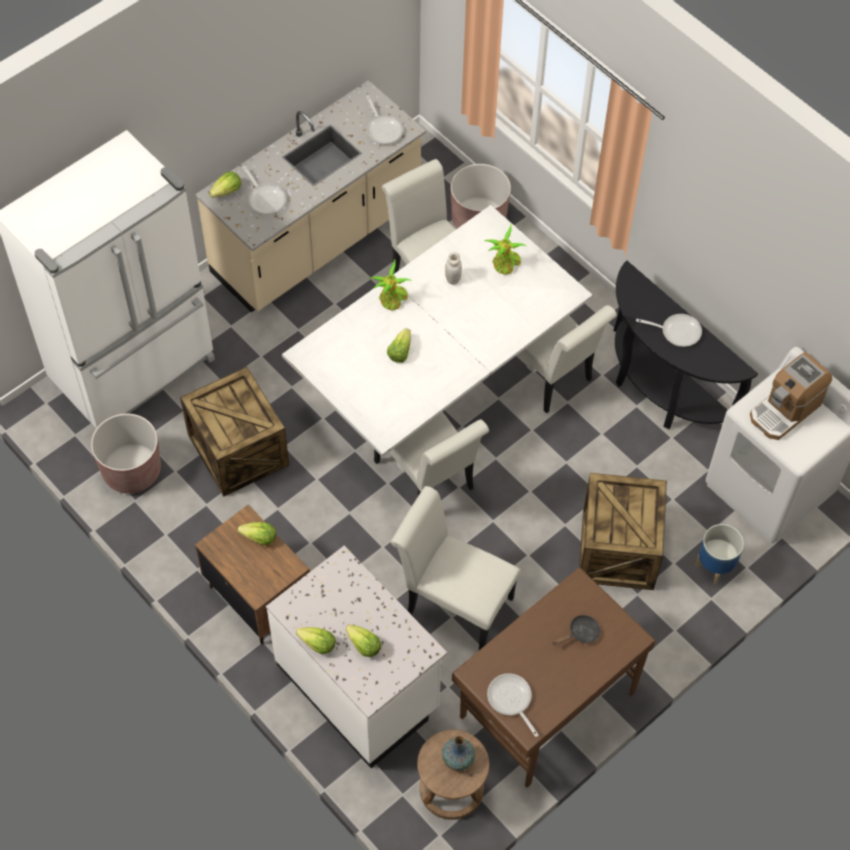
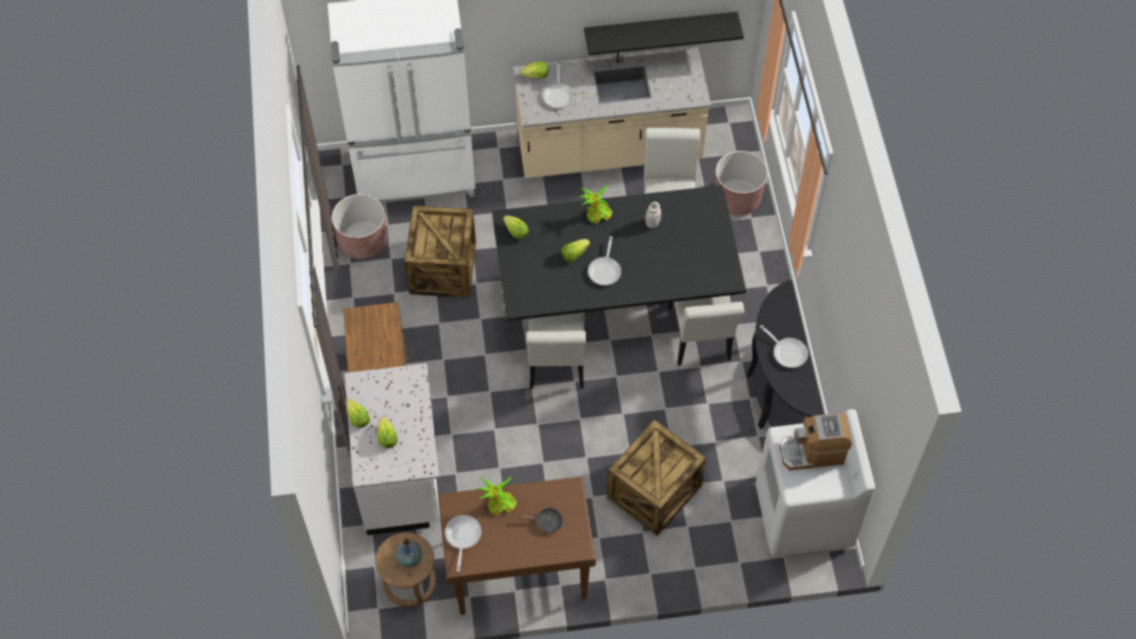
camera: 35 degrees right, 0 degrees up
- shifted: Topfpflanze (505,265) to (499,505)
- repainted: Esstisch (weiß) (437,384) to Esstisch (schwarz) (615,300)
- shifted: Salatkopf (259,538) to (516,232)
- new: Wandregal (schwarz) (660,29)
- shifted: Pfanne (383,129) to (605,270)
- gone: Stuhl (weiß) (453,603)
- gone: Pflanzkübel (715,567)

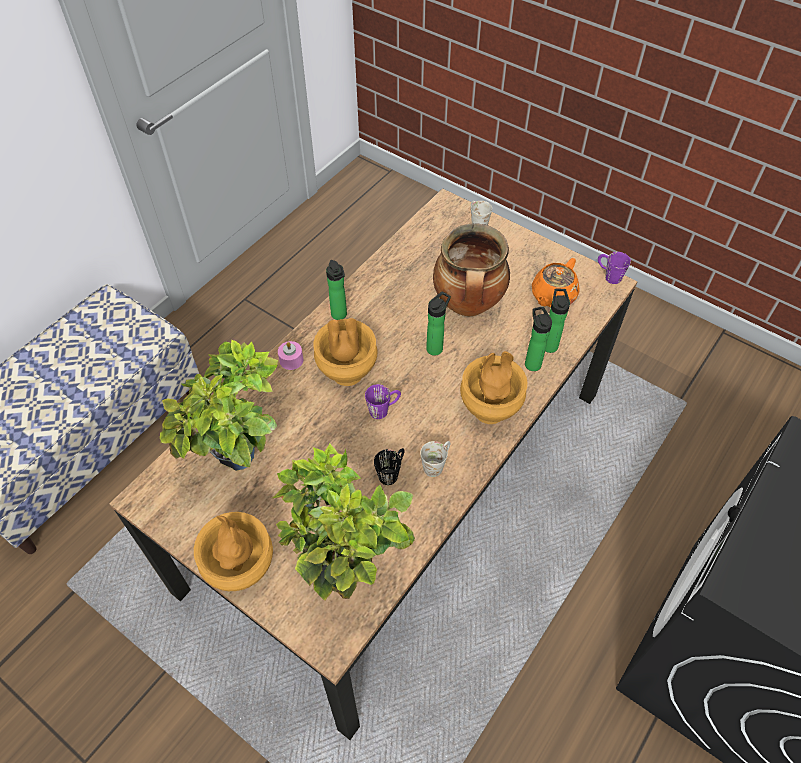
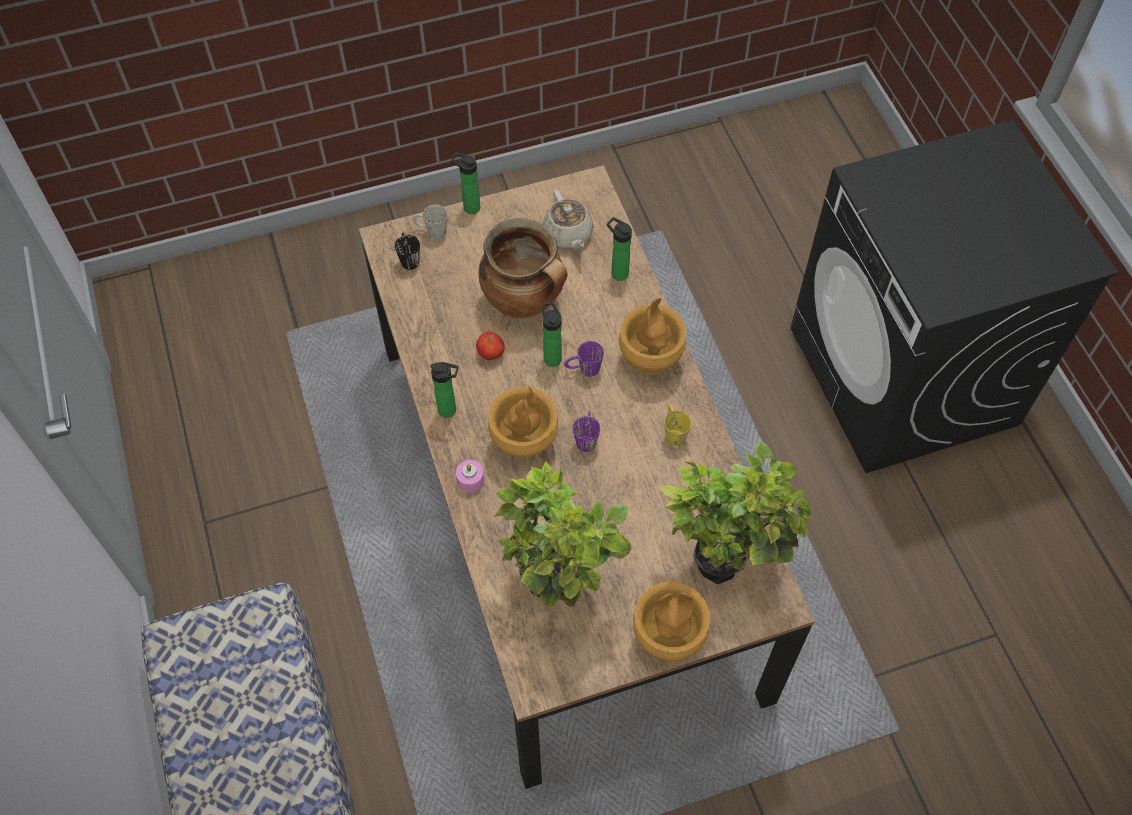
camera: 55 degrees left, 5 degrees up
- shifted: Henkelbecher (schwarz) (391,472) to (408,258)
- shifted: Flasche (532,362) to (469,207)
- new: Tomate (490,353)
- repainted: Teekanne (orange) (552,296) to Teekanne (beige) (568,234)
- shifted: Henkelbecher (lila) (608,275) to (583,370)
- repainted: Henkelbecher (weiß) (436,464) to Henkelbecher (gelb) (673,432)

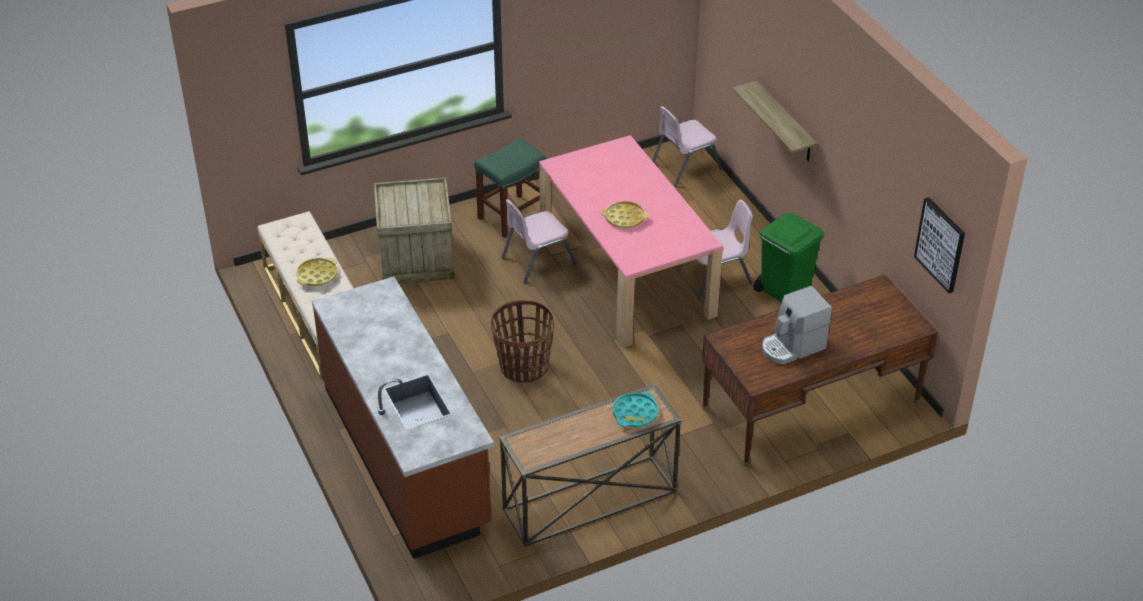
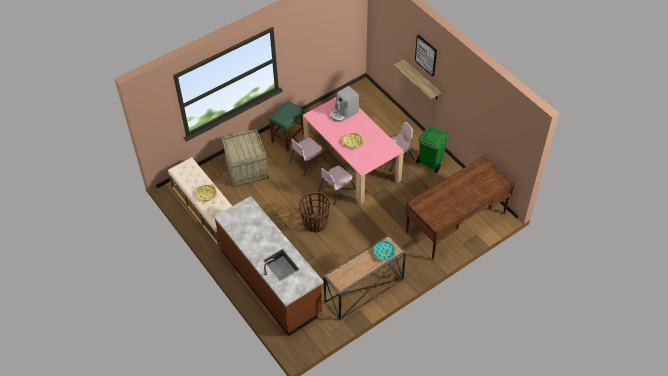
camera: 10 degrees left, 10 degrees up
- shifted: Stuhl (rosa) (685,166) to (336,190)
- shifted: Kaffeemaschine (792,347) to (343,113)
- shifted: Bild (941,244) to (426,55)

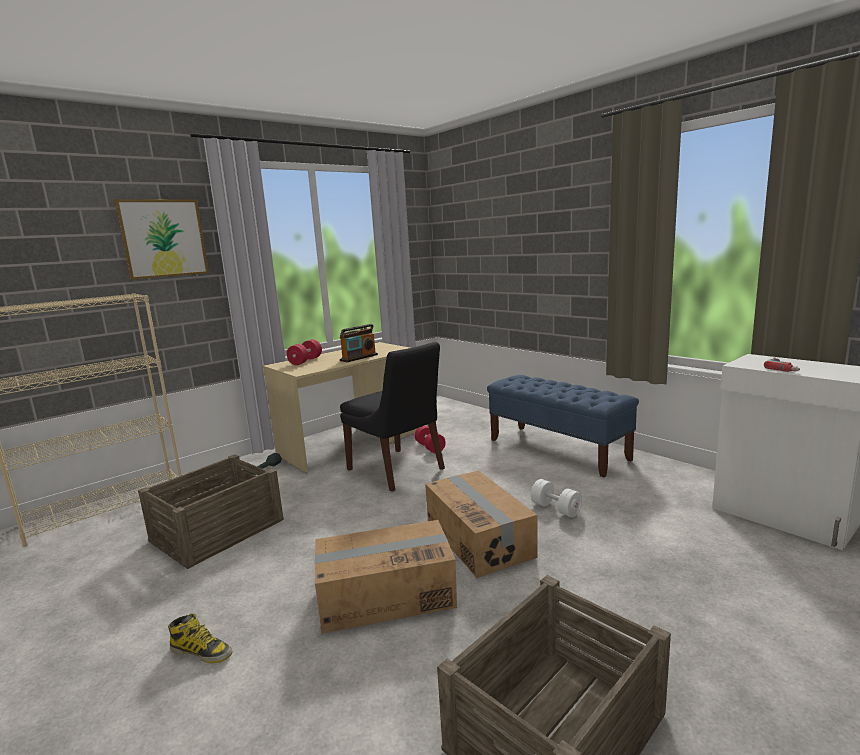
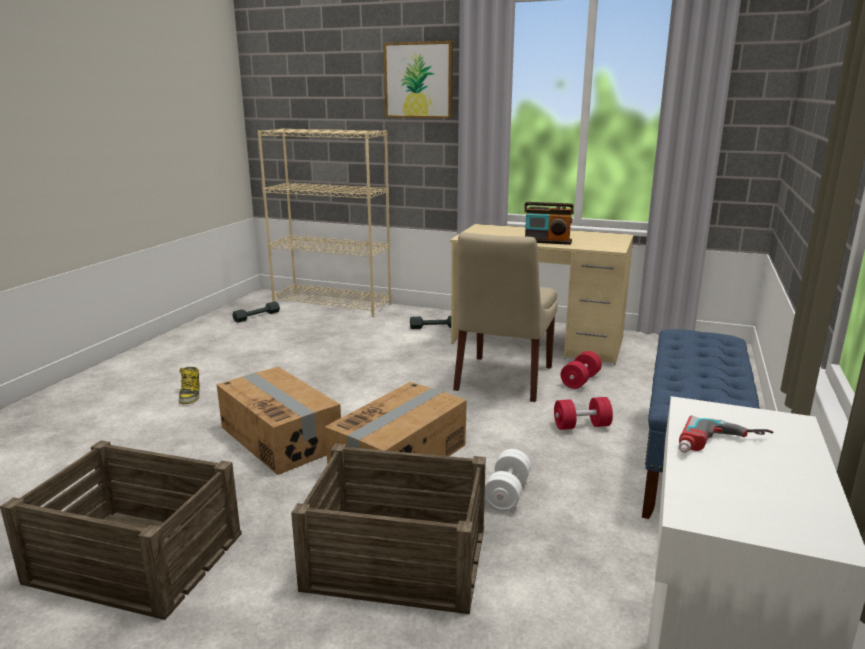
camera: 60 degrees right, 5 degrees up
- new: Hantel (grau) (256,316)
- shifted: Kiste (218,530) to (397,559)
- repainted: Stuhl (schwarz) (397,470) to Stuhl (beige) (503,380)
- shifted: Hantel (rot) (305,361) to (581,426)

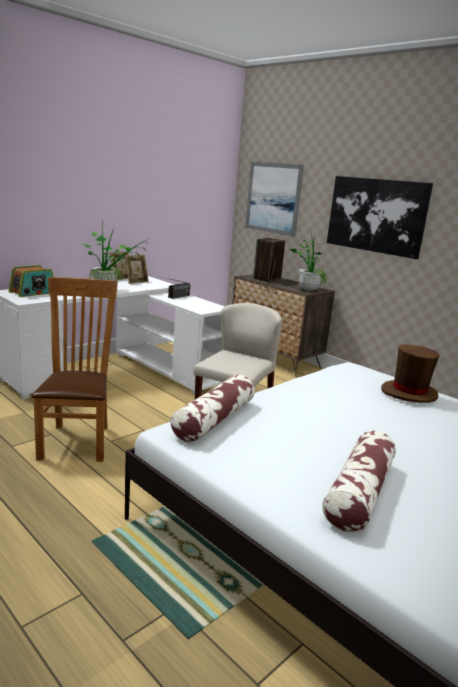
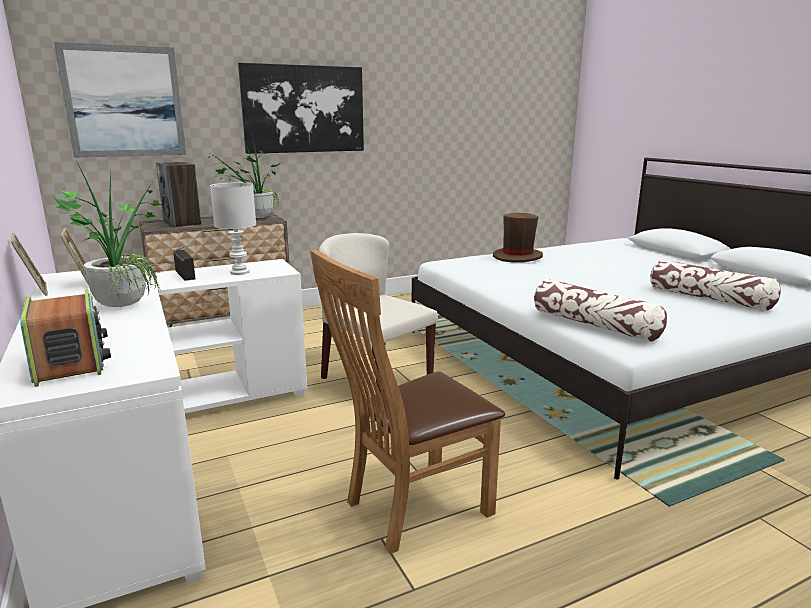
camera: 70 degrees left, 0 degrees up
- new: Tischlampe (weiß) (240,272)
- rotated: Stuhl (braun) (77,440) = (410,508) 45 degrees counterclockwise

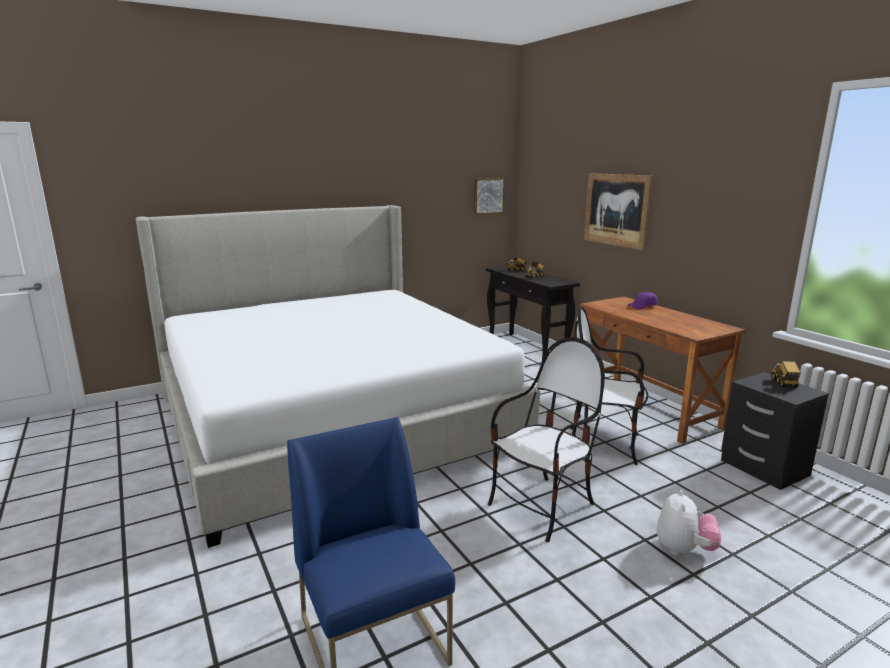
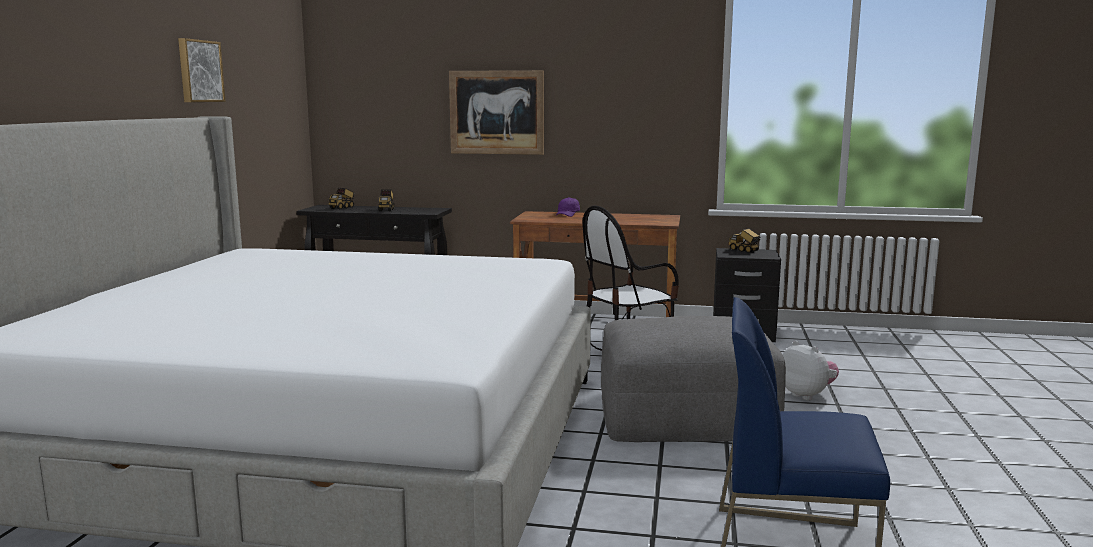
camera: 50 degrees left, 5 degrees down
- shifted: Bild (488,196) to (199,71)
- swapped: Stuhl (543,507) to Polsterhocker (grau) (685,414)

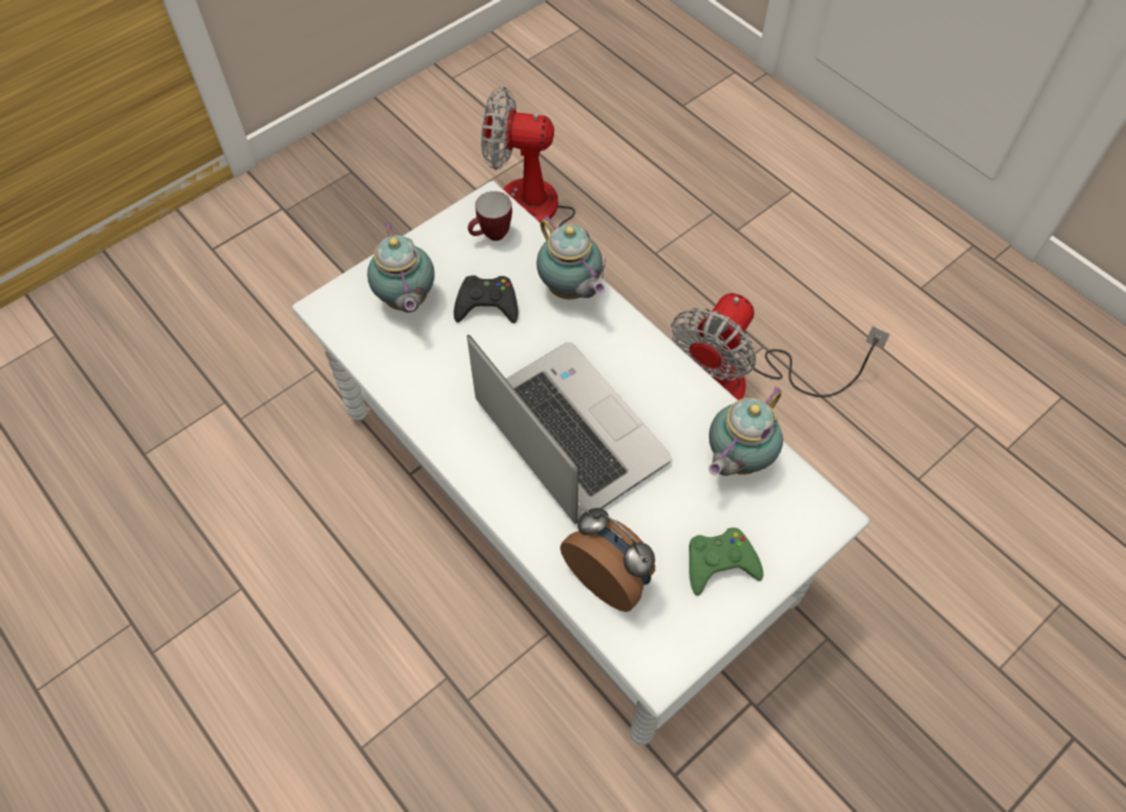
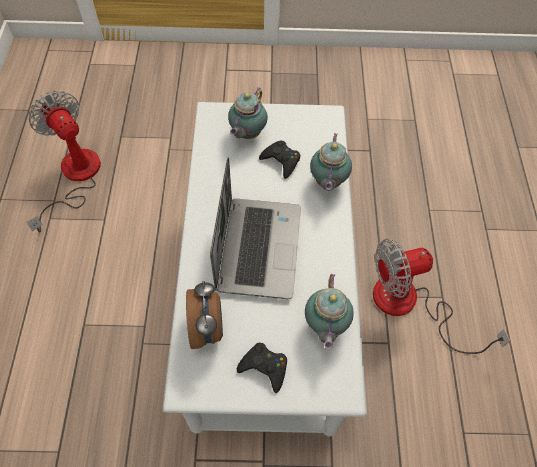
camera: 40 degrees right, 0 degrees up
- shifted: Ventilator (539,219) to (75,177)
- repainted: Gamepad (grün) (720,563) to Gamepad (schwarz) (264,367)
- rotated: Teekanne (736,460) = (325,325) 75 degrees counterclockwise
- gone: Henkelbecher (491,236)

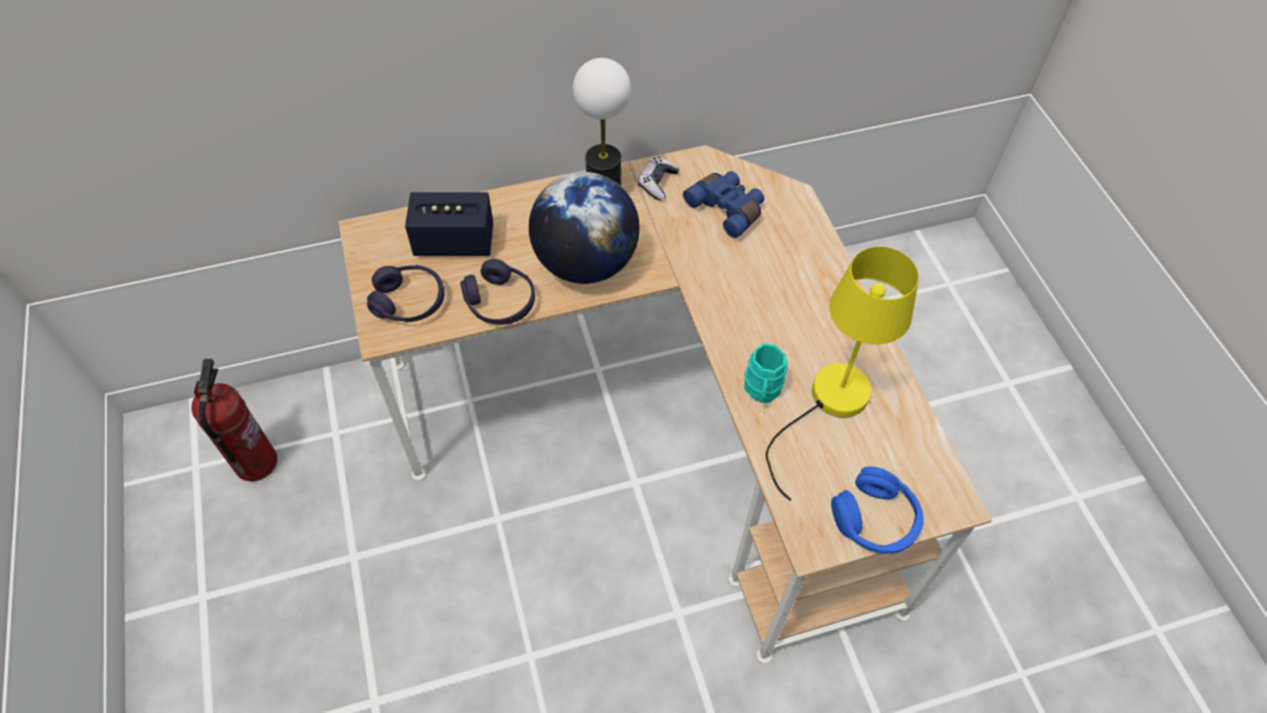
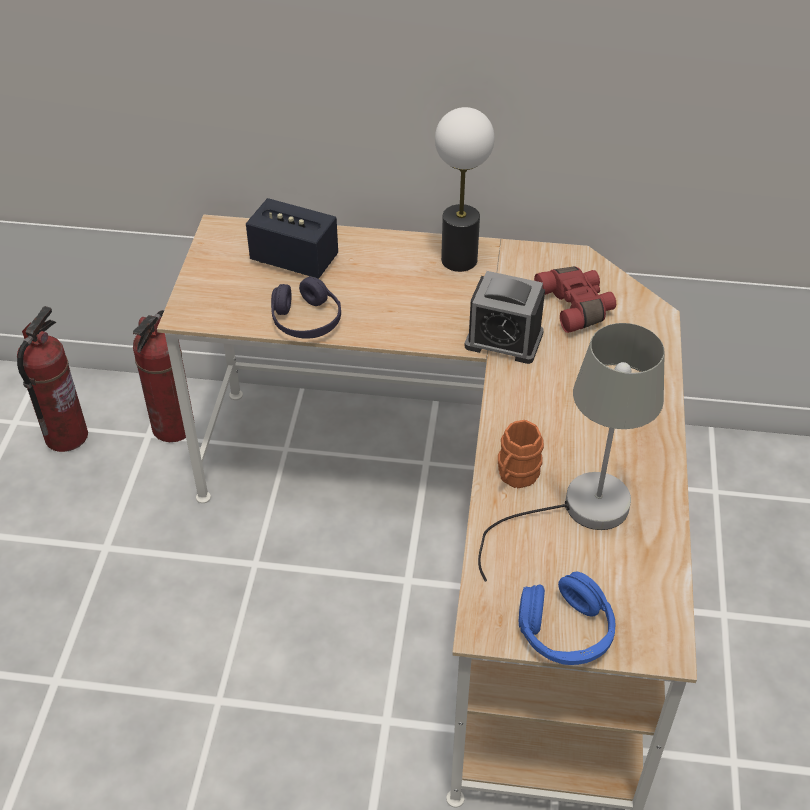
camera: 25 degrees right, 10 degrees down
- new: Feuerlöscher (174,428)
- new: Wecker (504,340)
- repainted: Tischlampe (gelb) (828,405) to Tischlampe (grau) (578,511)
- repainted: Henkelbecher (türkis) (761,391) to Henkelbecher (orange) (515,475)
- repainted: Fernglas (blau) (727,208) to Fernglas (rot) (577,306)
- gone: Kopfhörer (lila) (409,301)
- gone: Globus (585,263)
- gone: Gamepad (657,183)

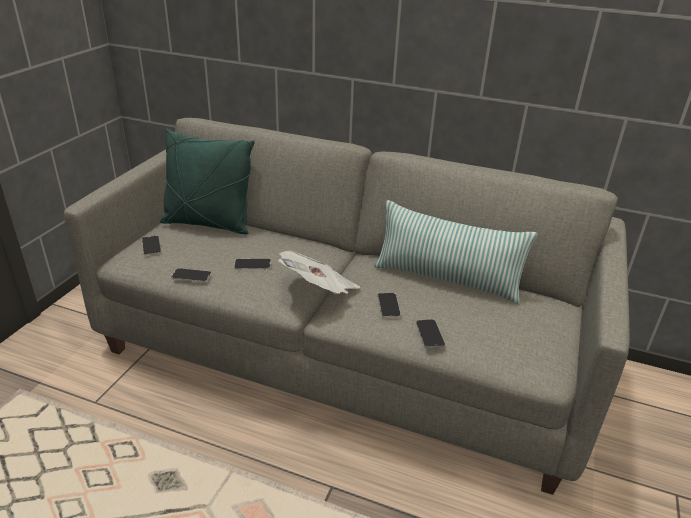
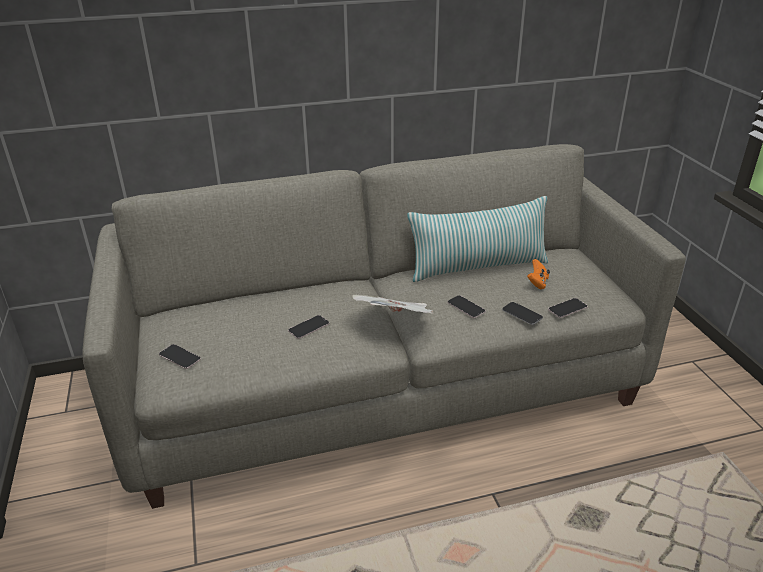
camera: 35 degrees left, 0 degrees up
- new: Gamepad (orange) (537,283)
- shifted: Handy (191,276) to (567,308)
- gone: Kissen (grün) (208,224)

